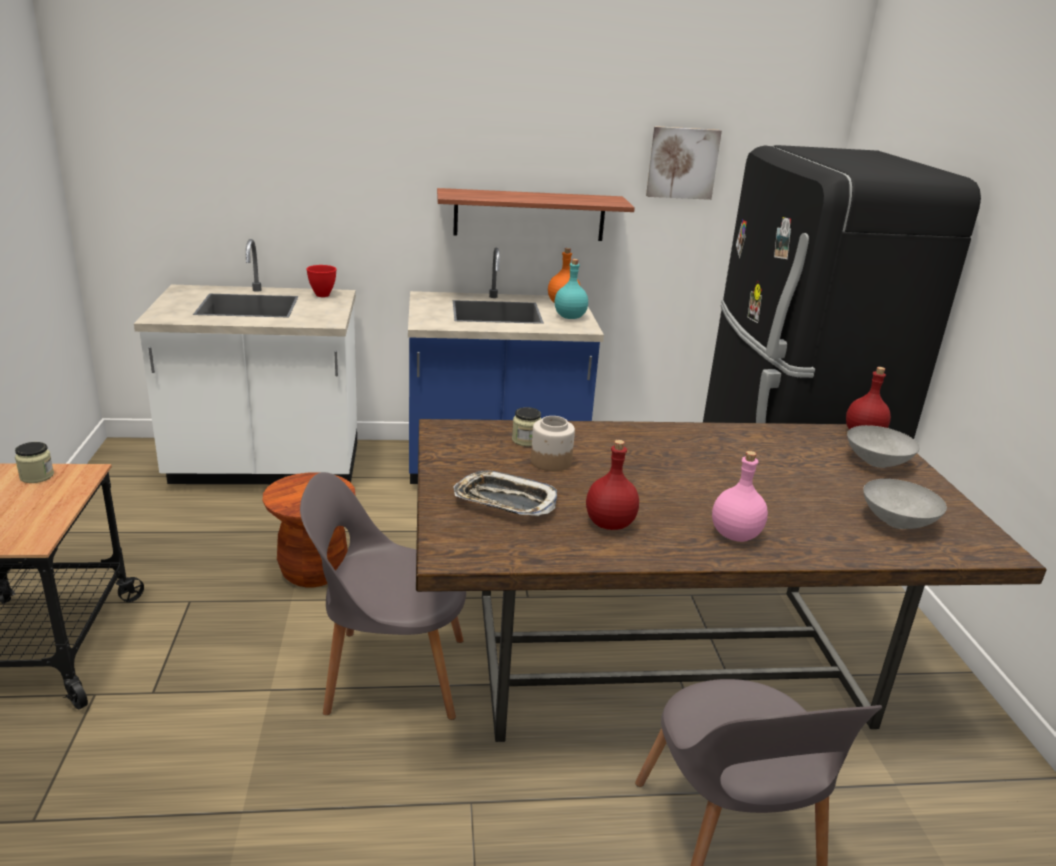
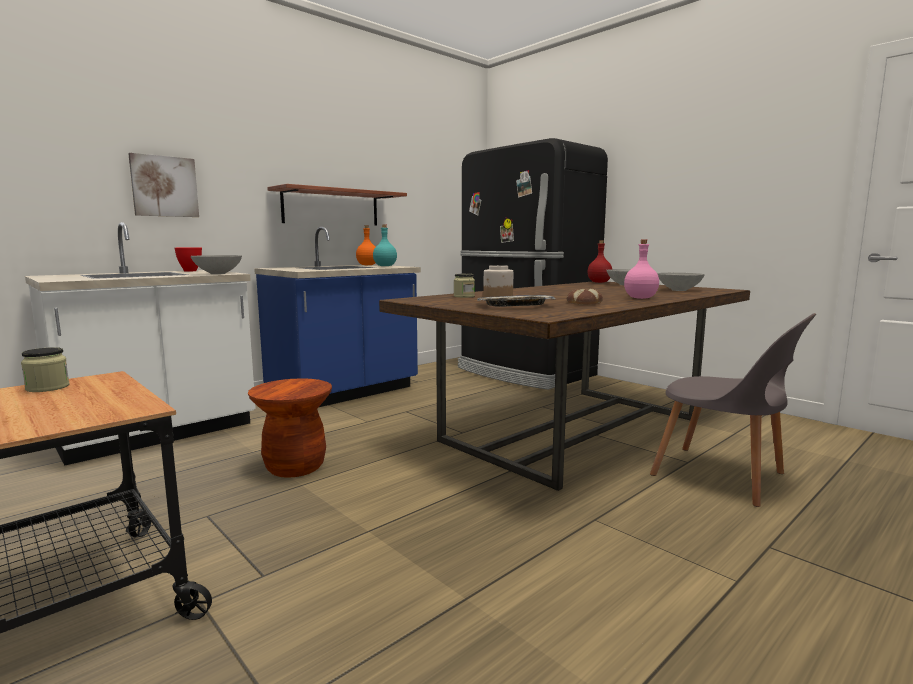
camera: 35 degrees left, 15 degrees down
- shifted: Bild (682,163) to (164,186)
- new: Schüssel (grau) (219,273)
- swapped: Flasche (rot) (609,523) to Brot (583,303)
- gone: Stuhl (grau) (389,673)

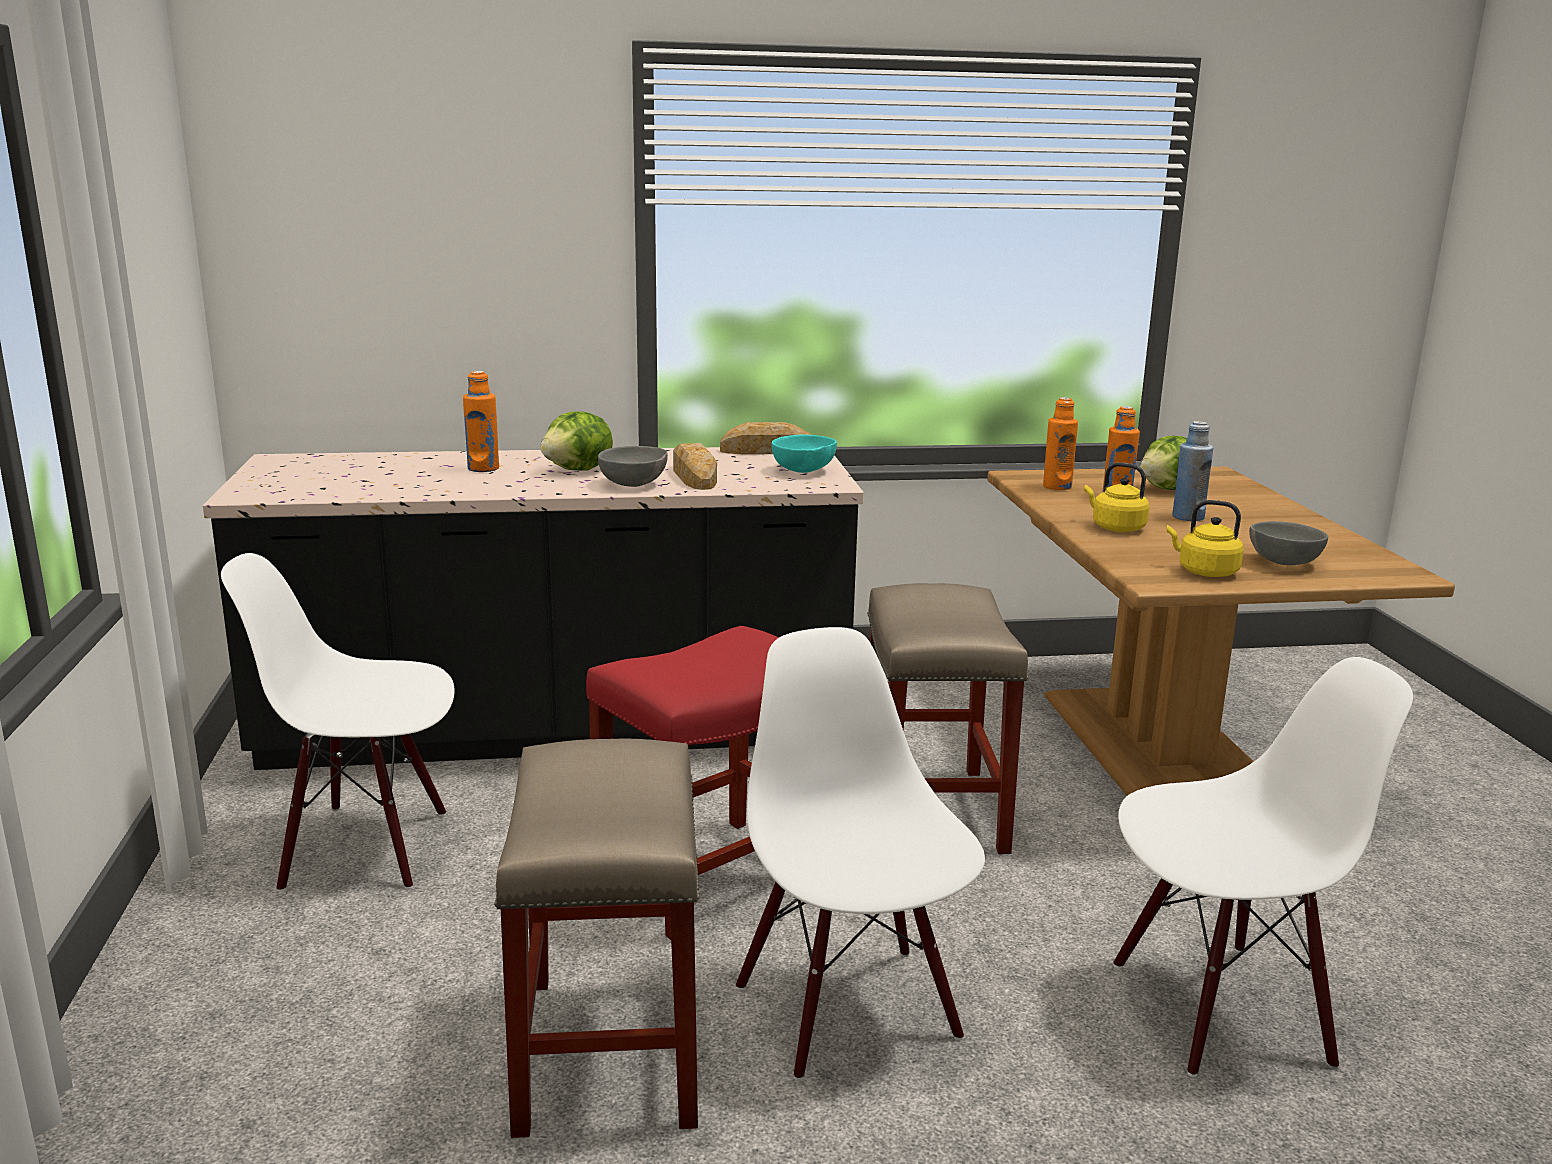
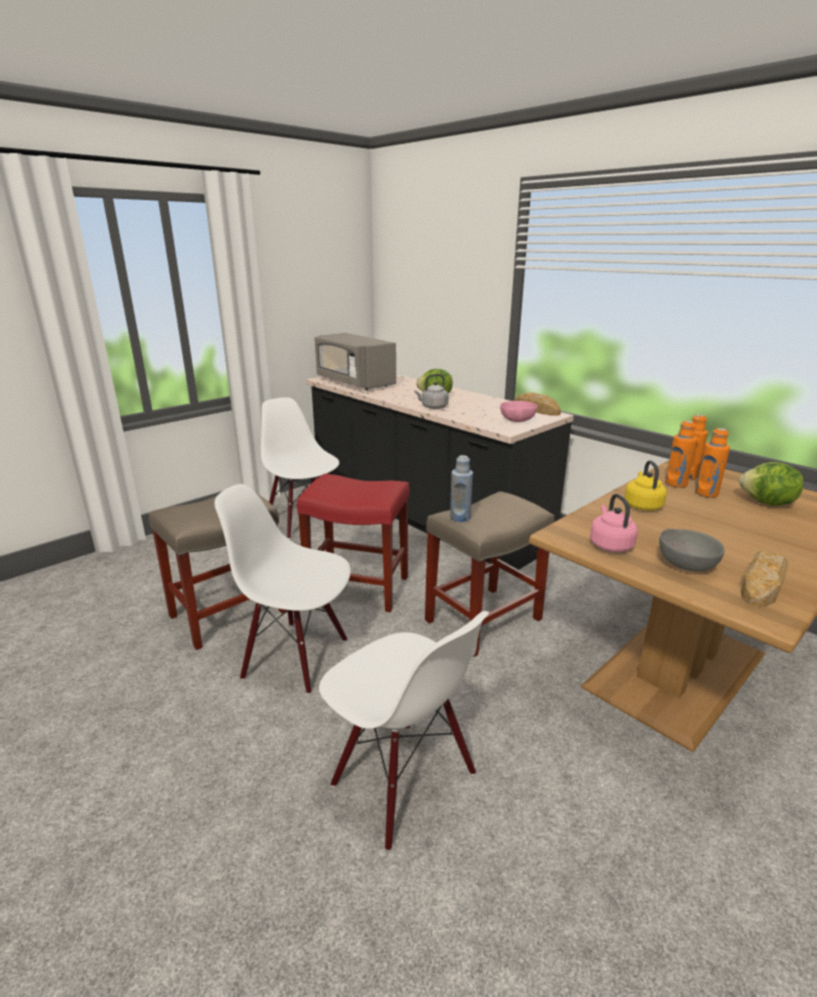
camera: 55 degrees right, 5 degrees up
- rotated: Stuhl (weiß) (850,1010) = (296,657) 105 degrees counterclockwise
- new: Mikrowelle (grau) (354,382)
- swapped: Schüssel (grau) (634,485) to Wasserkessel (grau) (433,407)
- shifted: Flasche (blau) (1188,517) to (460,517)
- repainted: Schüssel (türkis) (803,471) to Schüssel (rosa) (516,421)
- repainted: Wasserkessel (gelb) (1204,572) to Wasserkessel (rosa) (610,544)
- shifted: Flasche (orange) (483,468) to (676,484)
- shifted: Brot (694,476) to (762,584)

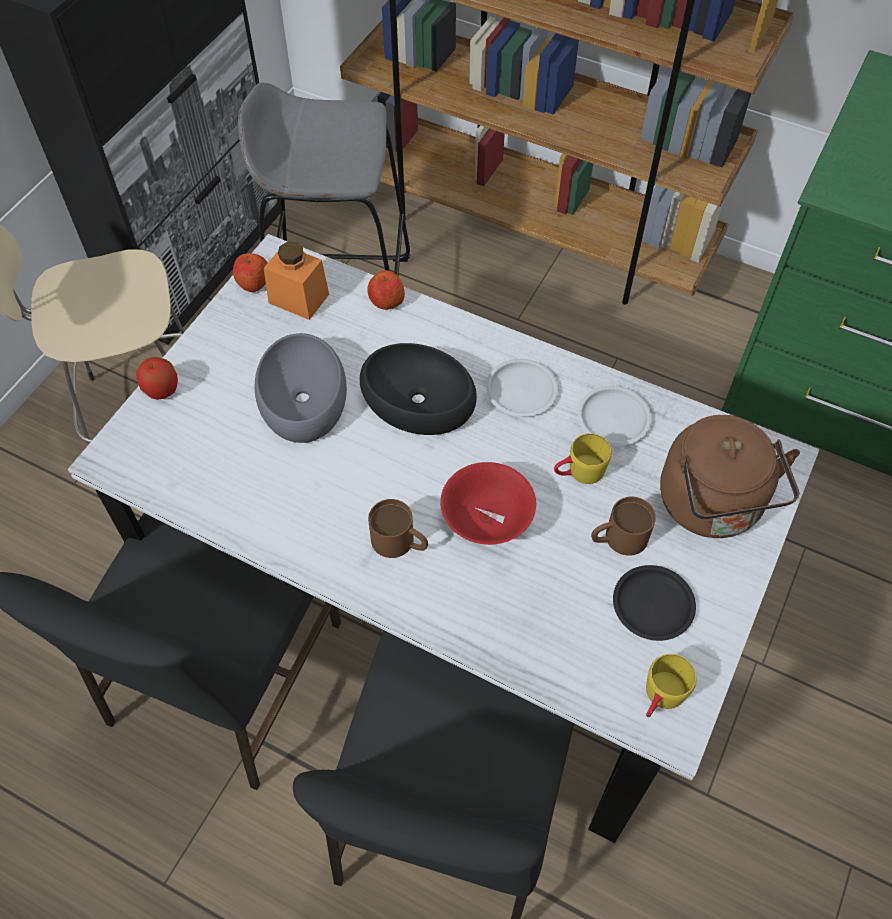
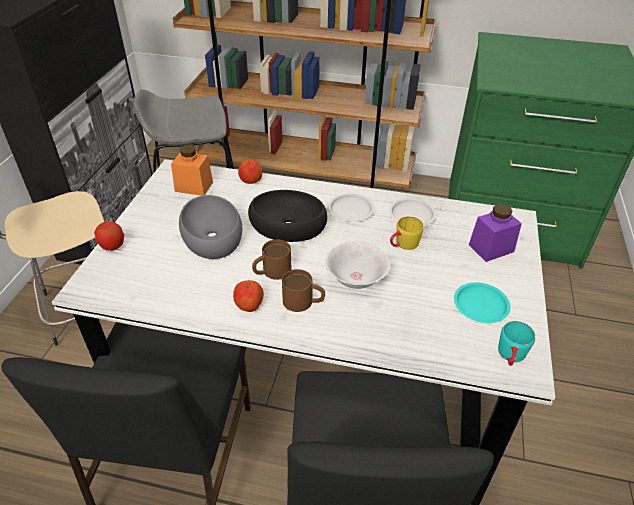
camera: 15 degrees left, 15 degrees down
- shifted: Apfel (253,282) to (249,304)
- shifted: Henkelbecher (braun) (618,538) to (271,271)
- repainted: Schüssel (rot) (487,520) to Schüssel (weiß) (356,279)
- repainted: Teller (schwarz) (653,604) to Teller (türkis) (480,305)
- swapped: Wasserkessel (braun) (713,507) to Vorratsglas (lila) (491,248)
- repainted: Henkelbecher (gelb) (660,698) to Henkelbecher (türkis) (511,357)

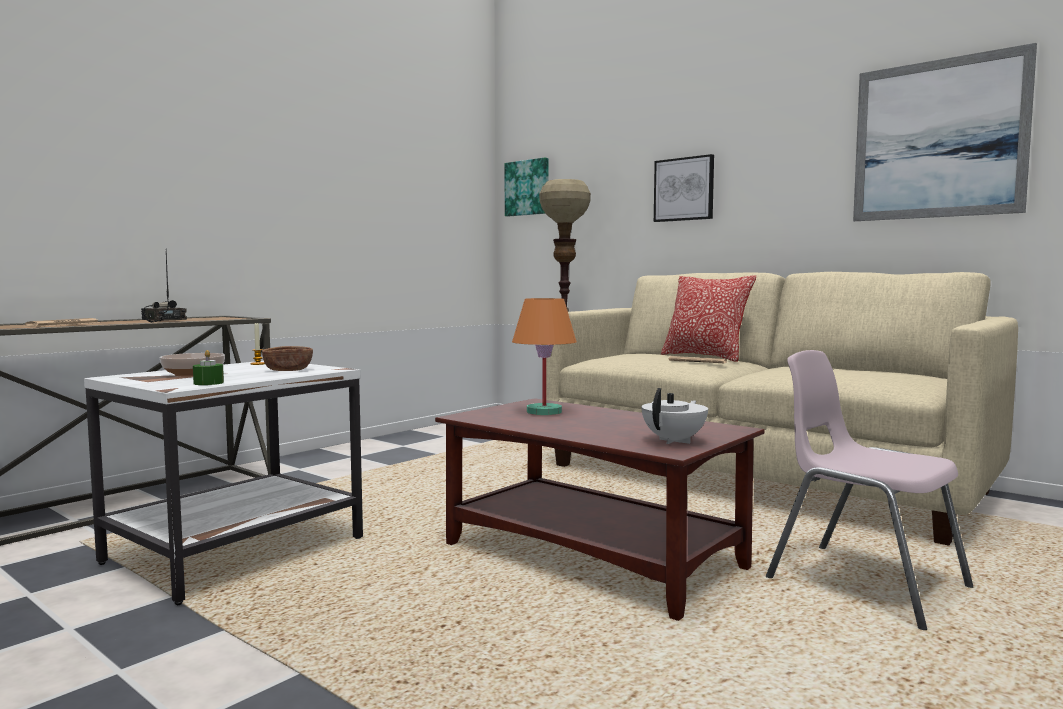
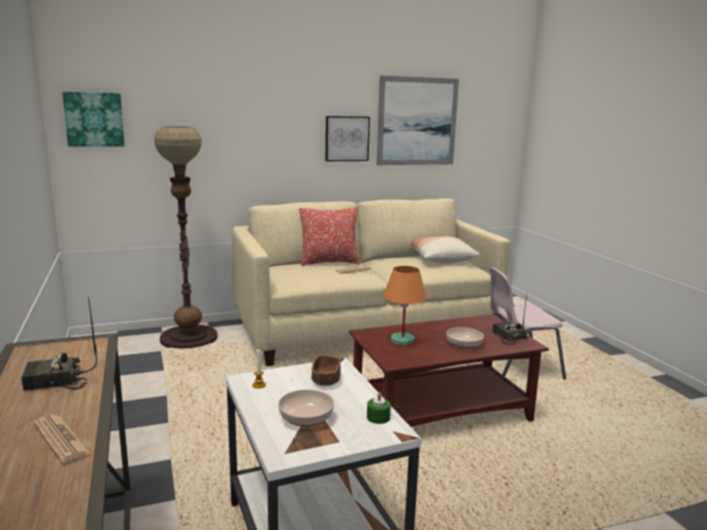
camera: 60 degrees left, 10 degrees up
- shifted: Bild (684,189) to (346,138)
- new: Kissen (440,259)
- new: Schüssel (464,344)
- swapped: Teekanne (weiß) (675,441) to Radio (508,337)

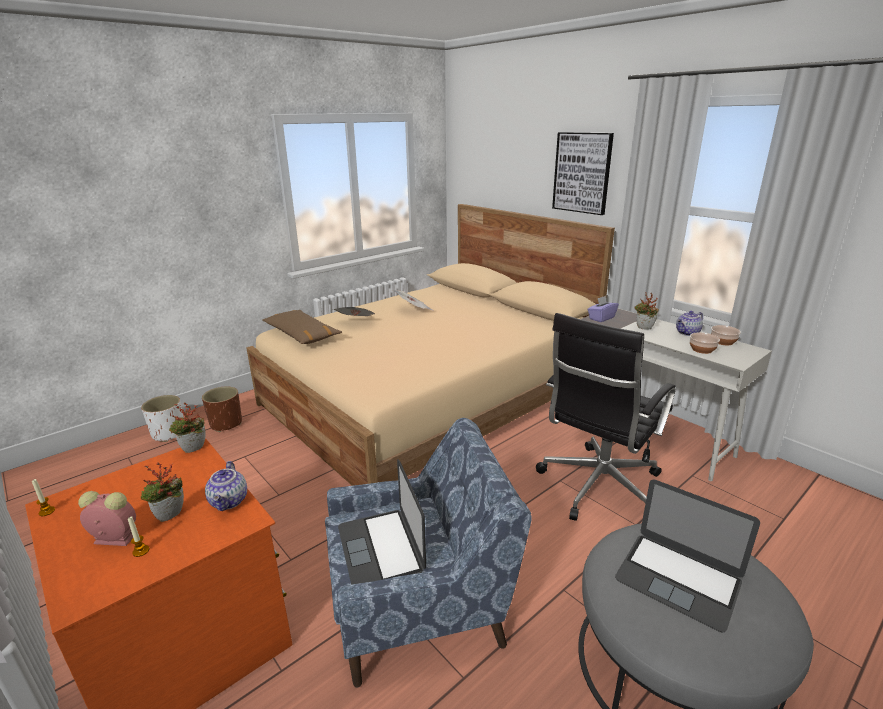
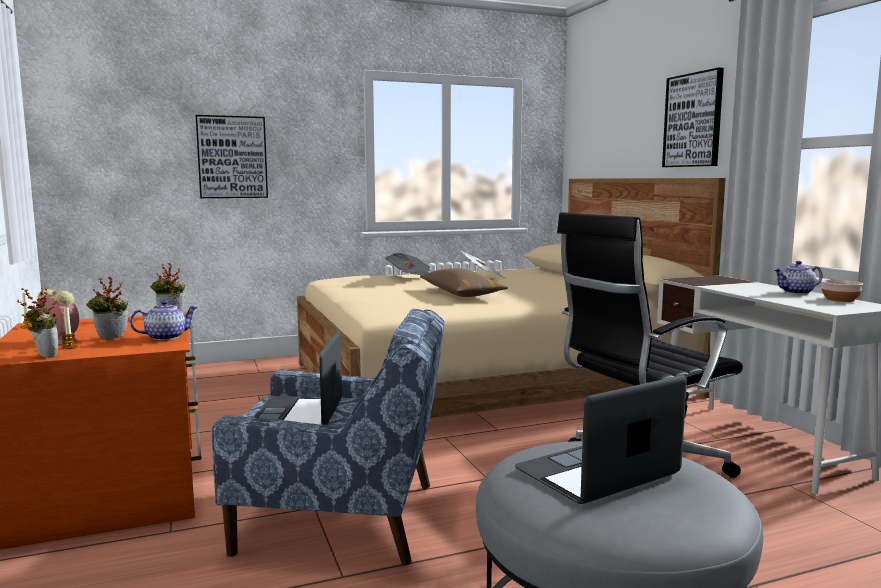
camera: 20 degrees right, 15 degrees down
- shifted: Topfpflanze (643,329) to (43,356)
- rotated: Teekanne (230,501) = (166,337) 135 degrees counterclockwise
- new: Bild (232,157)
- shifted: Kissen (braun) (302,335) to (461,294)
- rotated: Laptop (678,579) = (597,472) 90 degrees clockwise
- gone: Pflanzkübel (weiß) (169,433)
- gone: Pflanzkübel (braun) (226,423)
- gone: Taschentuchbox (lila) (601,318)
- gone: Schüssel (702,350)

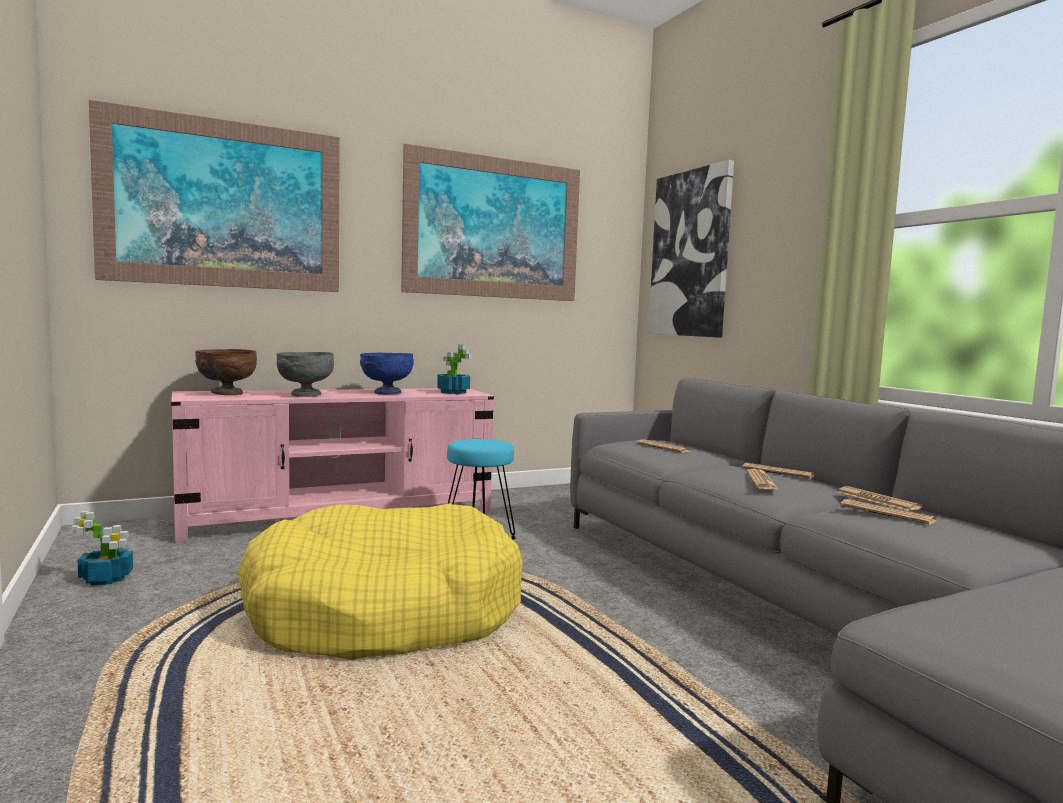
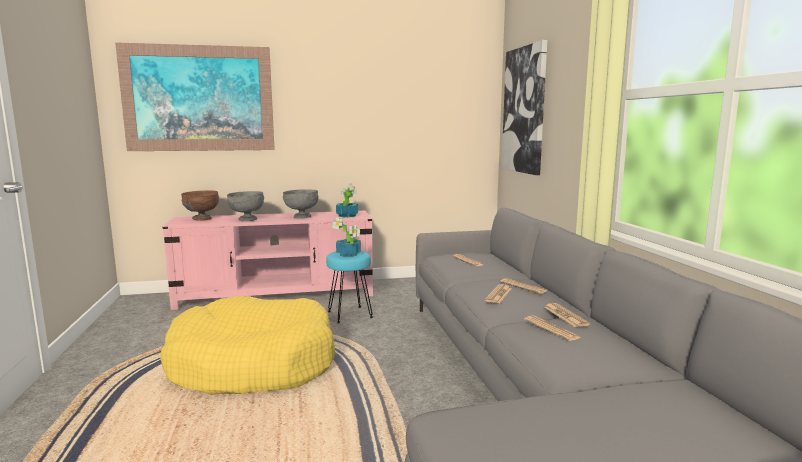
camera: 15 degrees right, 5 degrees up
- repainted: Schüssel (blau) (387,393) to Schüssel (grau) (301,217)
- shifted: Topfpflanze (107,579) to (349,254)
- gone: Bild (494,228)

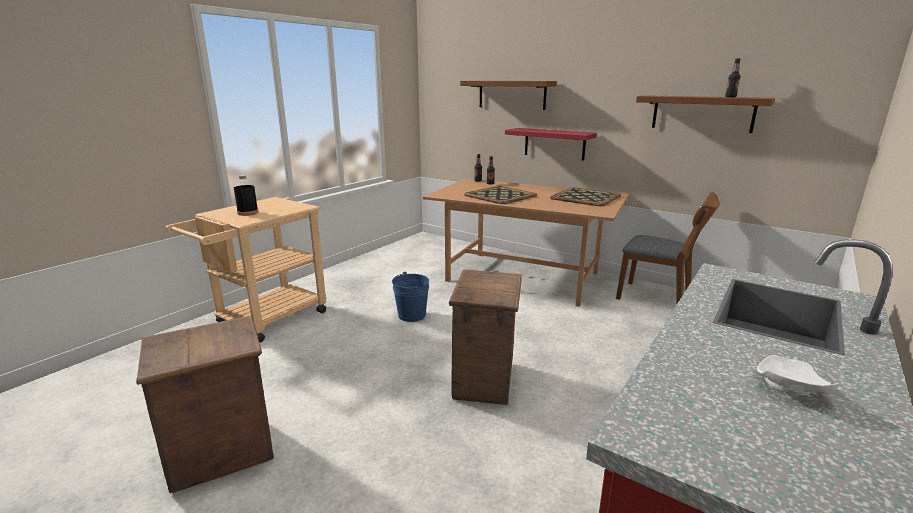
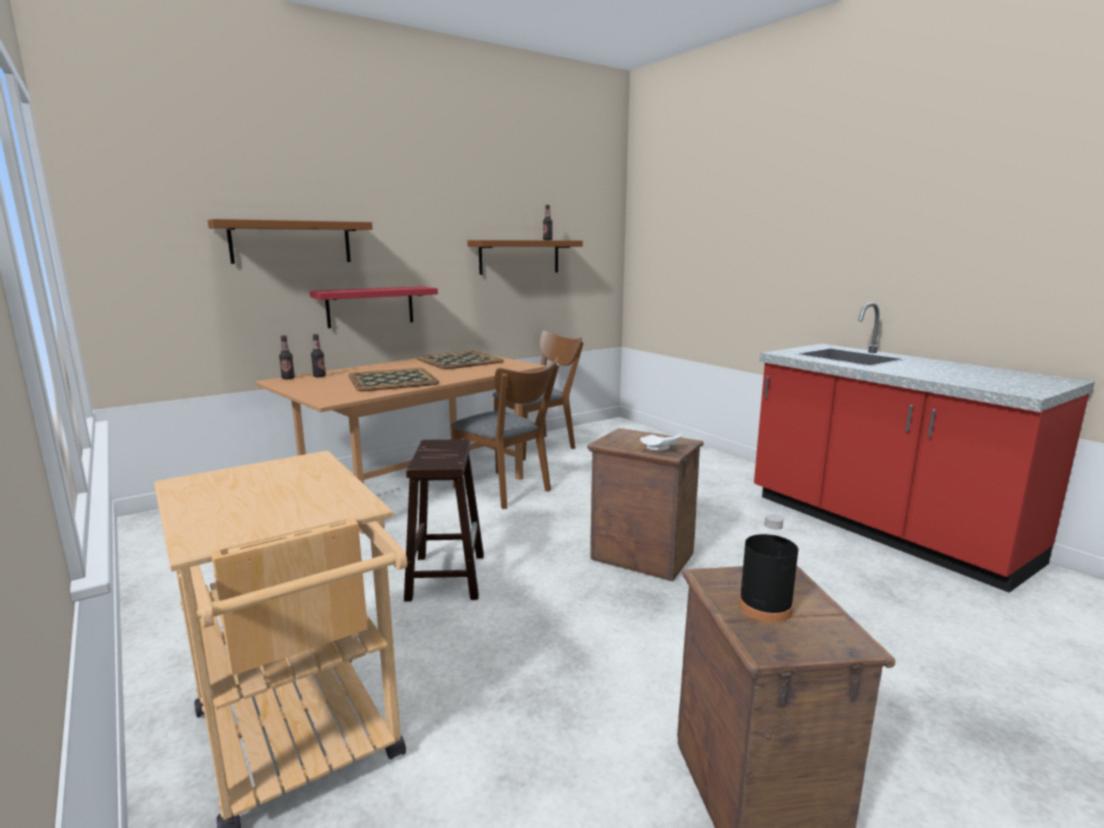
camera: 70 degrees left, 5 degrees down
- swapped: Eimer (blau) (411,315) to Hocker (braun) (446,576)
- new: Stuhl (braun) (506,491)
- shifted: Teller (weiß) (788,387) to (660,448)
- shifted: Flasche (schwarz) (248,213) to (765,607)

